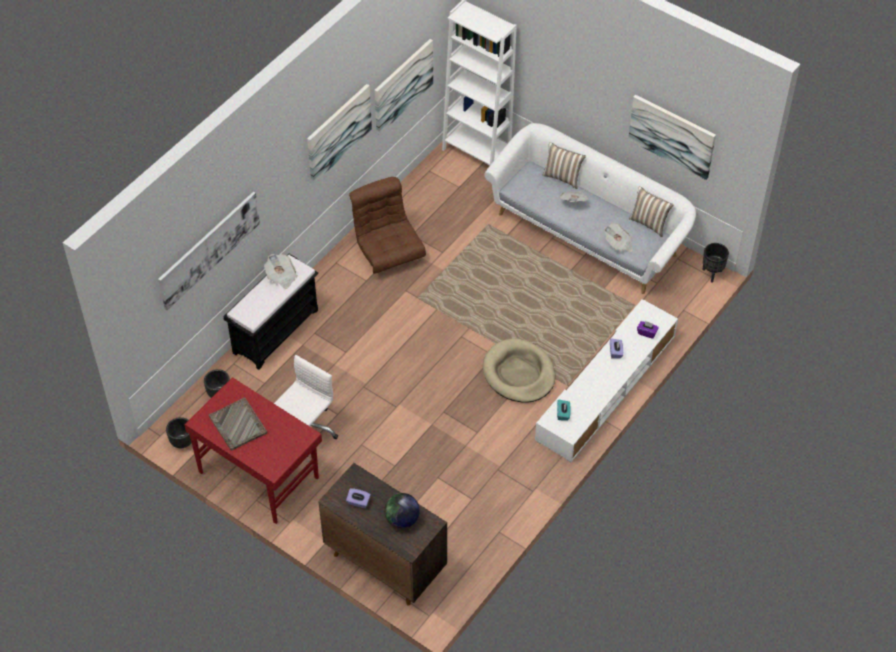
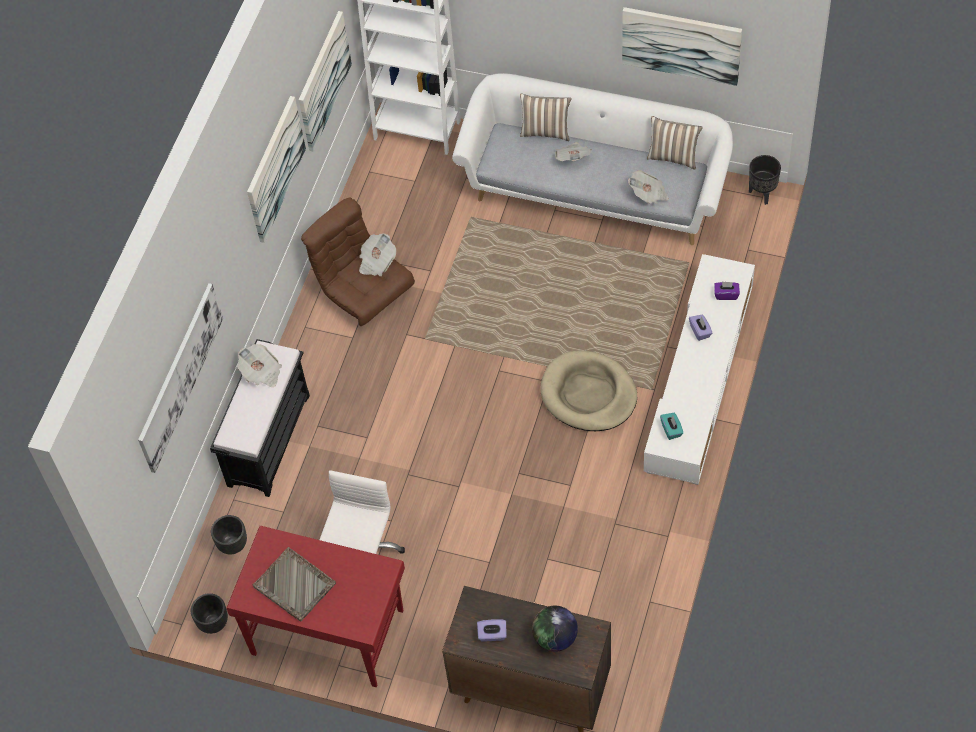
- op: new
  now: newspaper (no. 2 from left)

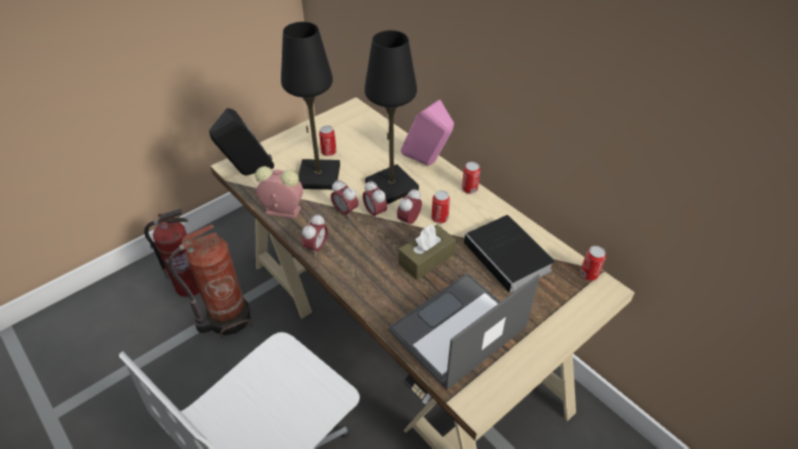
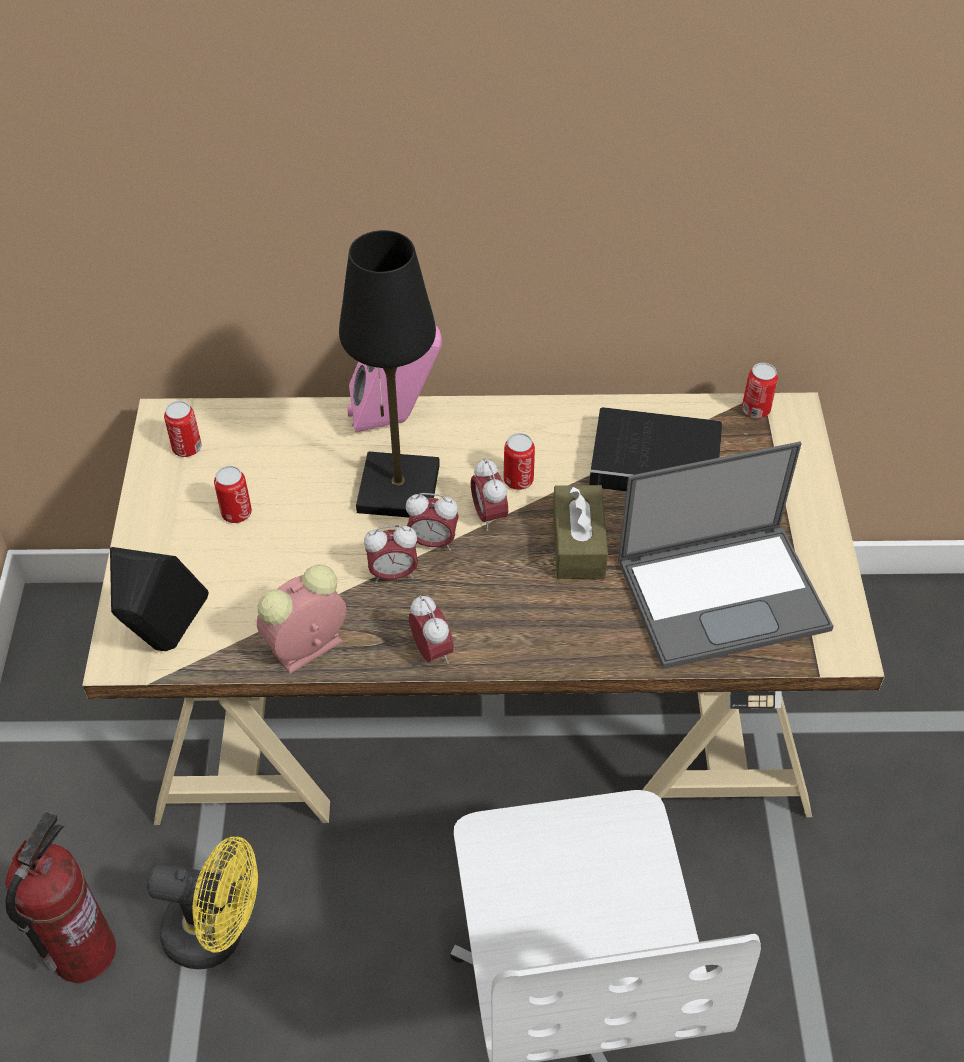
- op: gone
  was: blackish lamp for a table (no. 1 from left)
- op: shifted
  was: sealed can (no. 3 from left in the first image)
  now: sealed can (no. 1 from left)
- op: swapped
  was: extinguisher (no. 2 from left)
  now: yellowish electric fan
- op: rotated
  was: notebook computer
  clockwise: -105

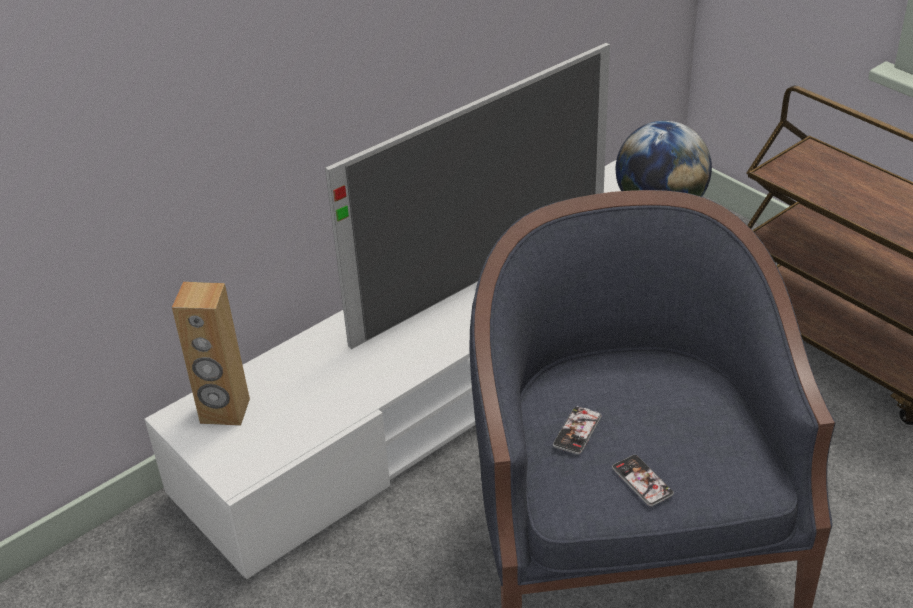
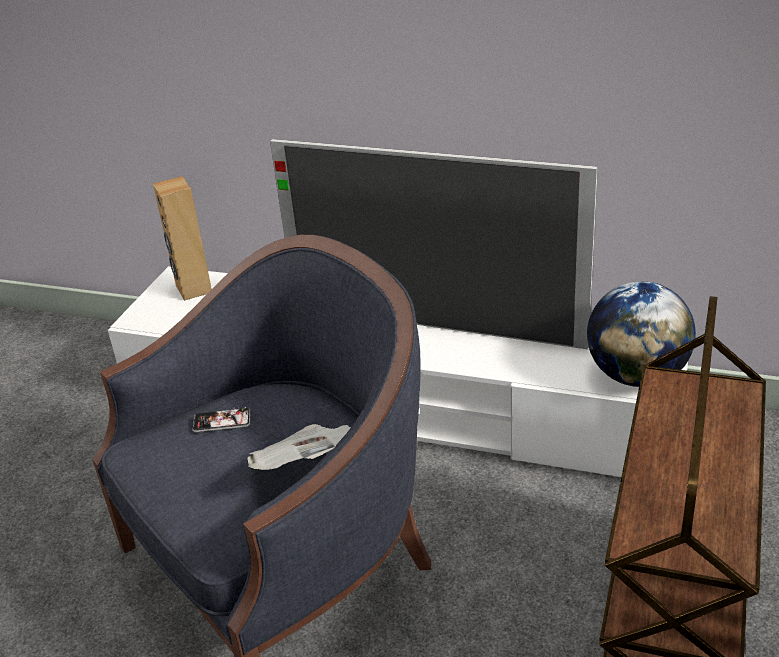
- op: gone
  was: telephone (no. 2 from left)
- op: new
  now: newspaper

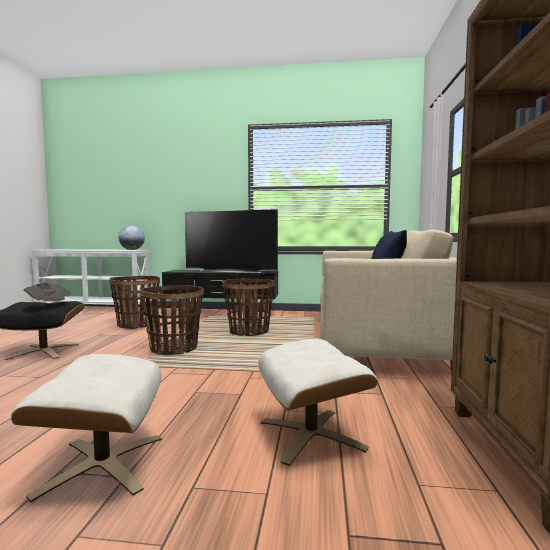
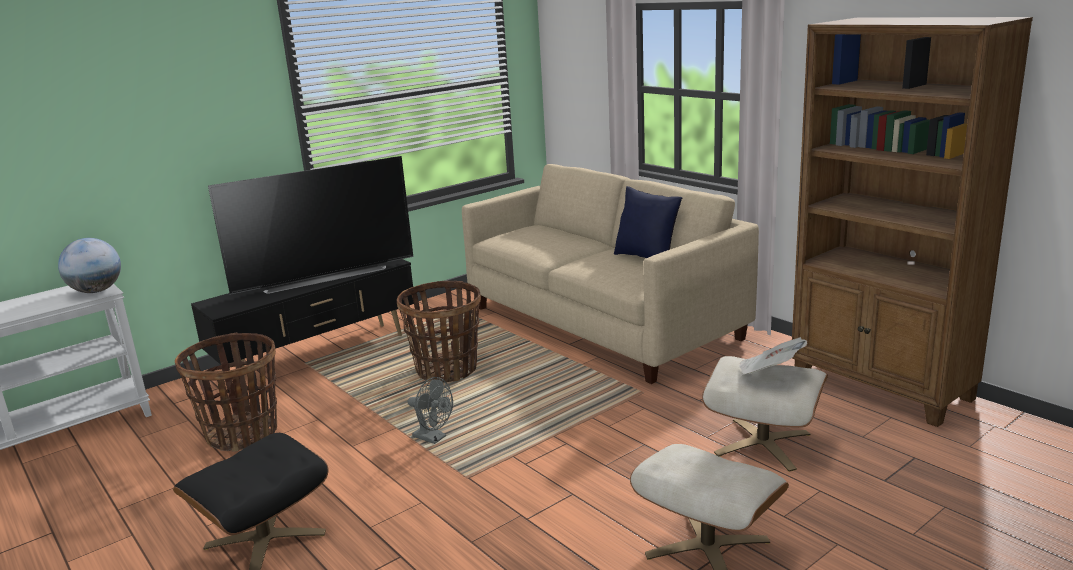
- op: shifted
  was: newspaper
- op: swapped
  was: storage basket (no. 2 from left)
  now: grey electric fan

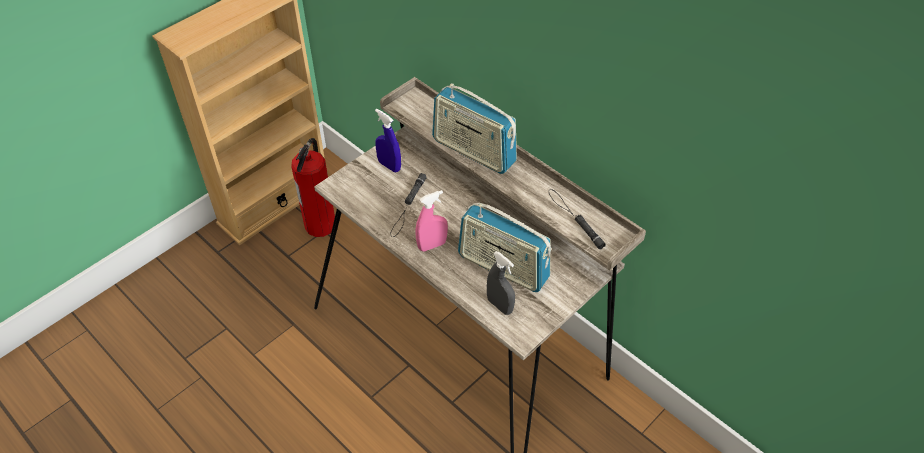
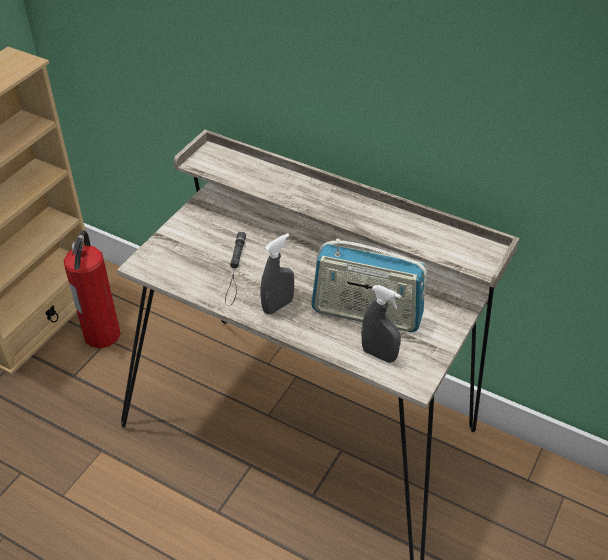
- op: gone
  was: blue-coloured spray bottle
- op: gone
  was: radio set (no. 1 from left)
- op: gone
  was: blackish flashlight (no. 2 from left)
- op: repainted
  was: pinkish spray bottle
  now: grey spray bottle (no. 1 from left)

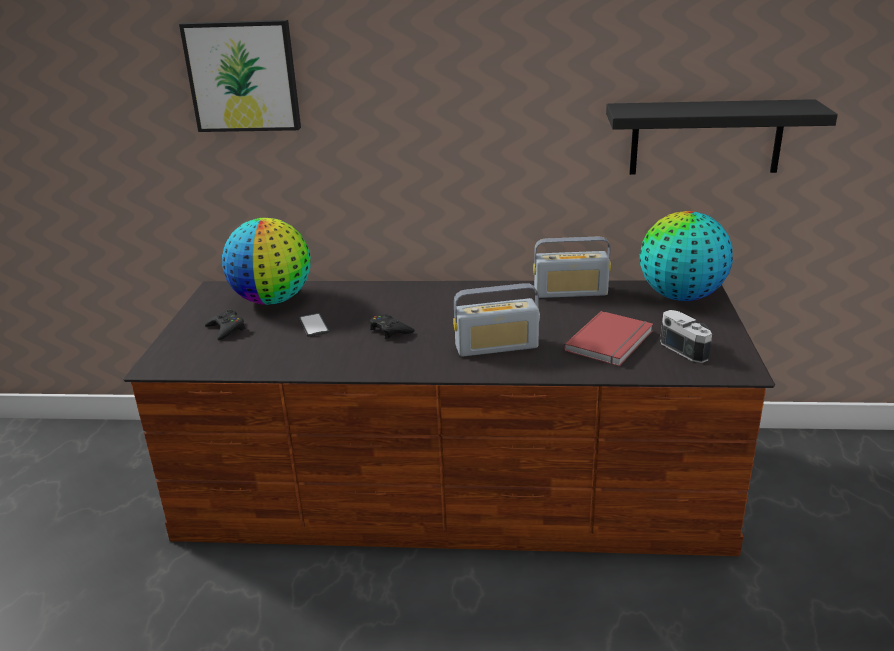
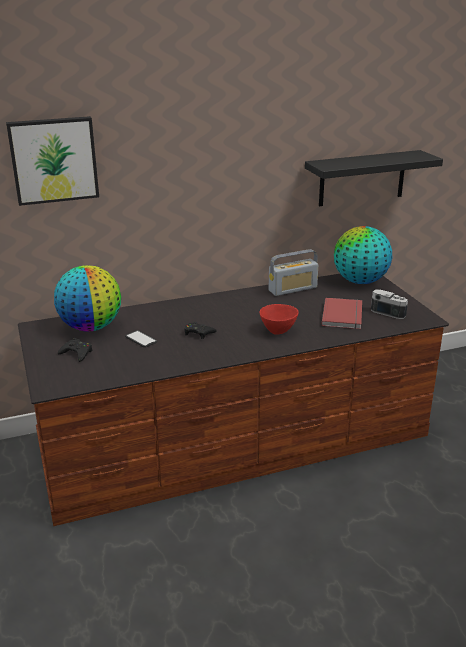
- op: swapped
  was: radio set (no. 1 from left)
  now: reddish bowl

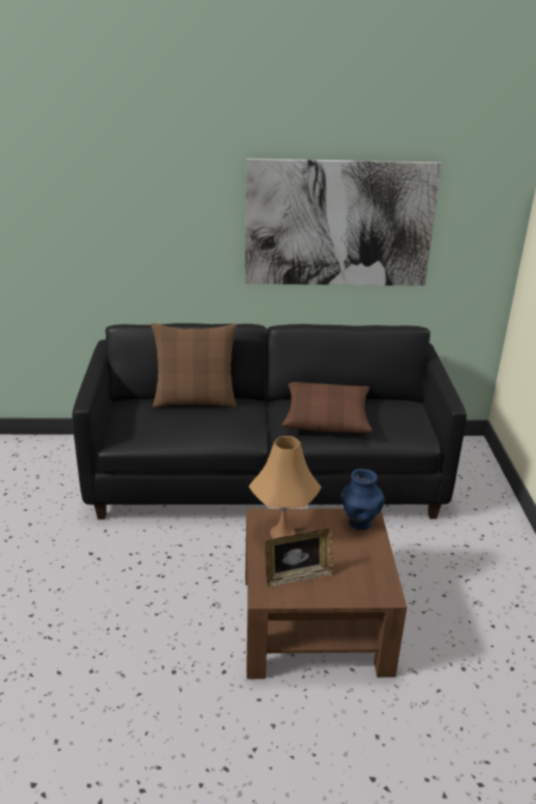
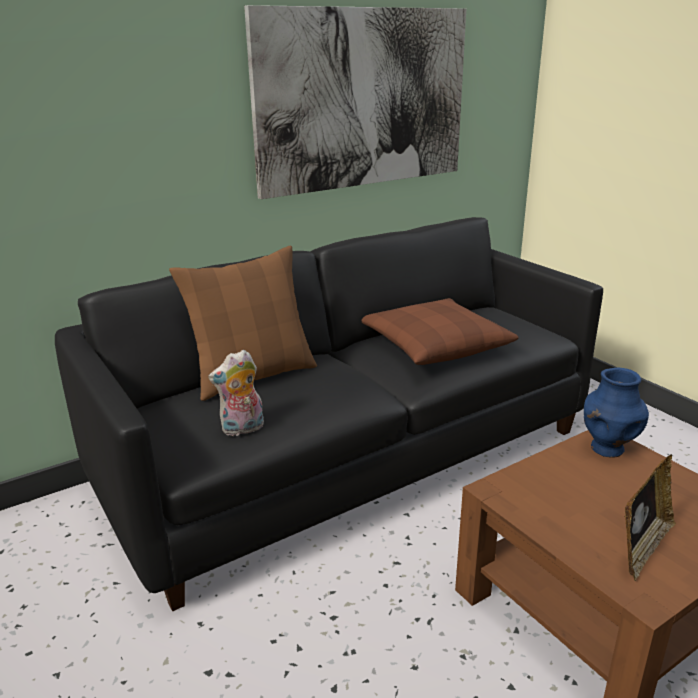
- op: gone
  was: orangey lamp for a table
- op: new
  now: plush toy

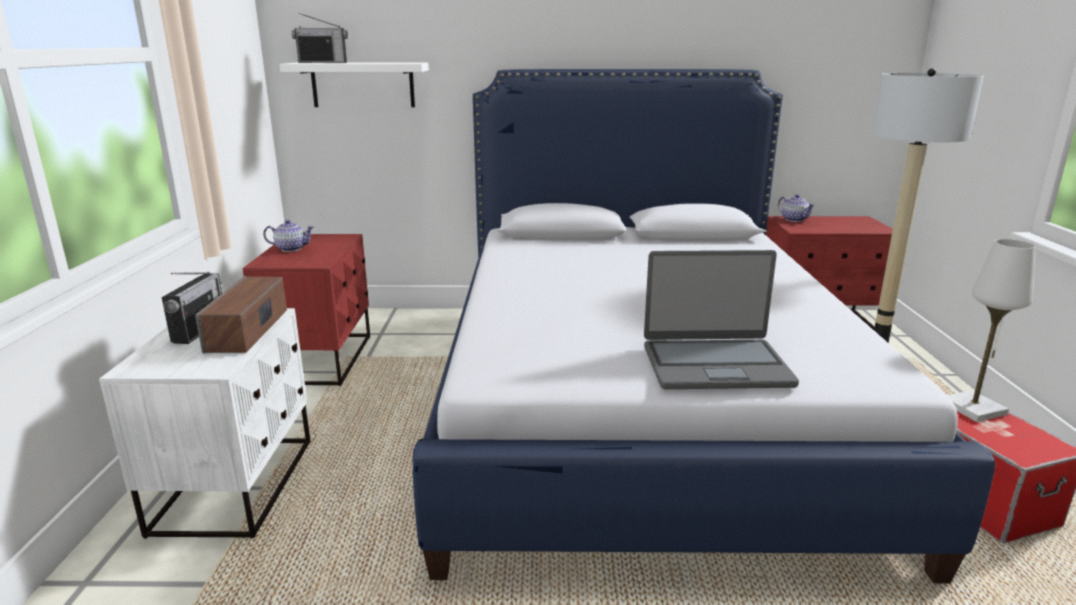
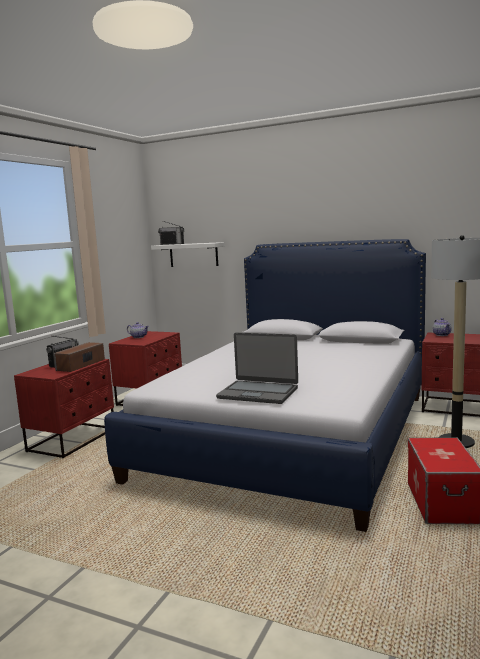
- op: gone
  was: white lamp for a table
- op: repainted
  was: white nightstand
  now: reddish nightstand (no. 1 from left)

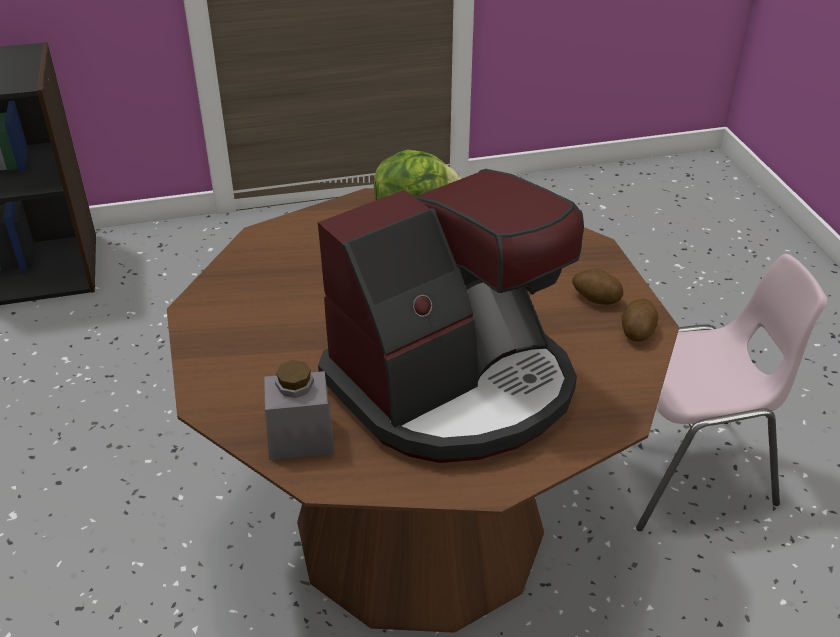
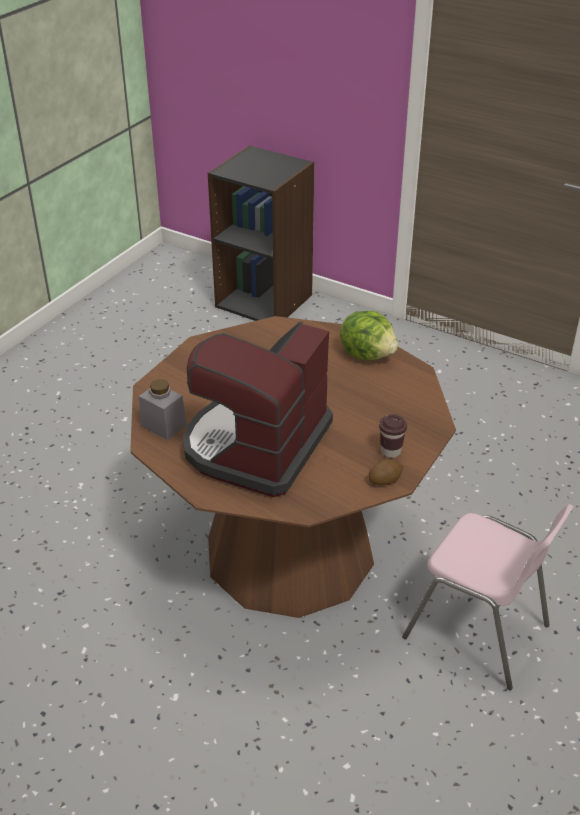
- op: swapped
  was: whole potato (no. 1 from left)
  now: brown small cup
- op: rotated
  was: coffee machine
  clockwise: 105

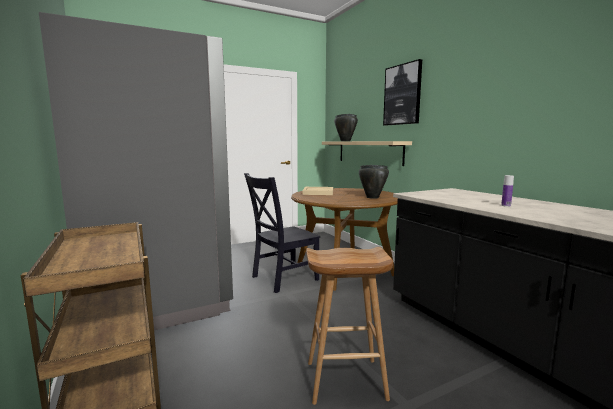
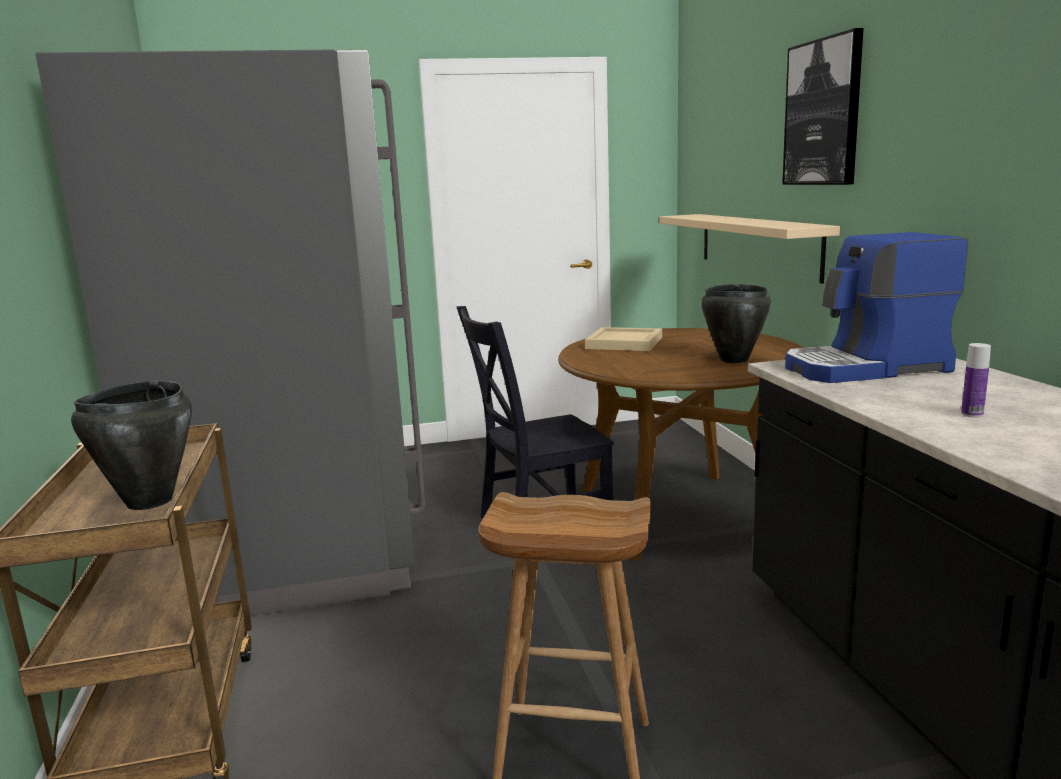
- op: new
  now: coffee machine
- op: shifted
  was: blackish saucepot (no. 1 from left)

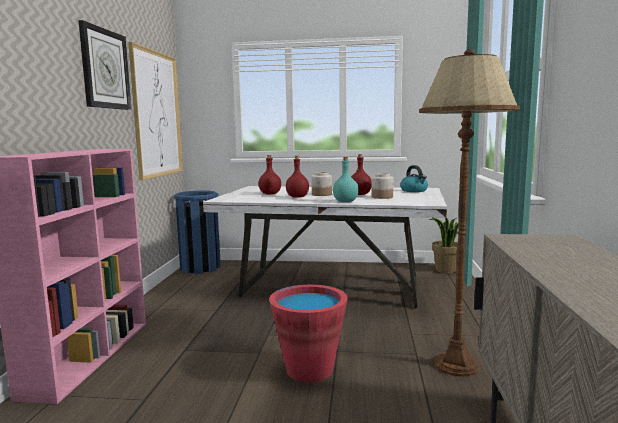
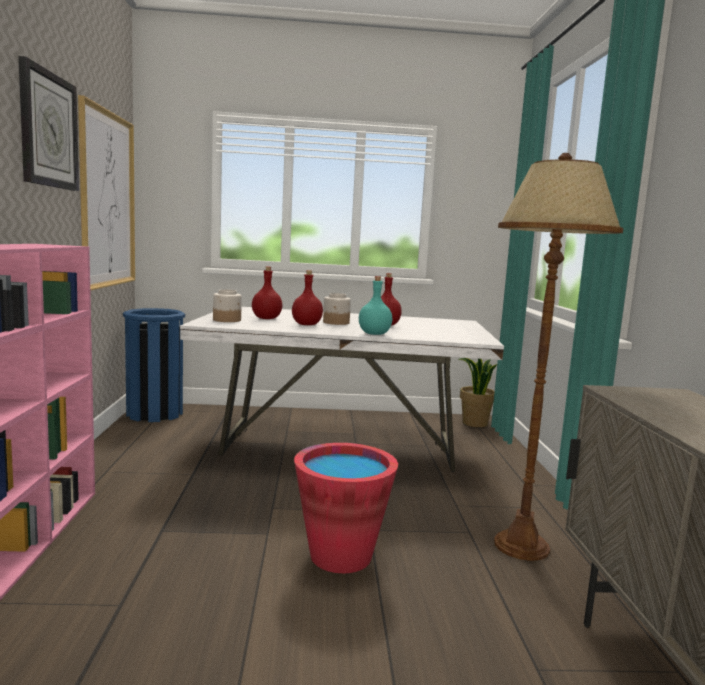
- op: gone
  was: tea kettle
- op: shifted
  was: storage jar (no. 2 from left in the first image)
  now: storage jar (no. 1 from left)

